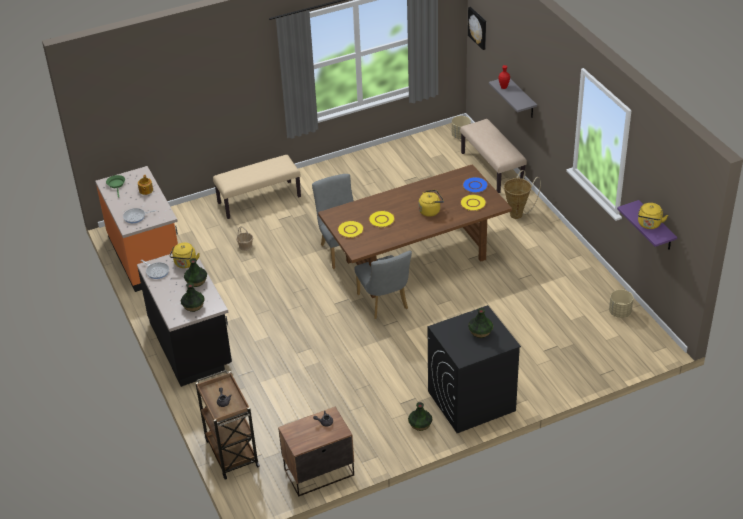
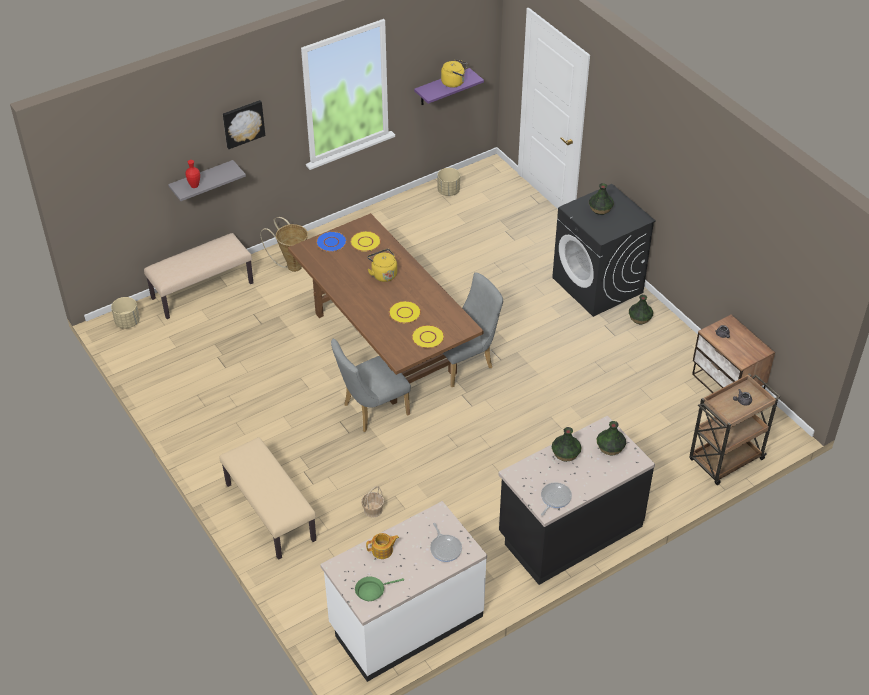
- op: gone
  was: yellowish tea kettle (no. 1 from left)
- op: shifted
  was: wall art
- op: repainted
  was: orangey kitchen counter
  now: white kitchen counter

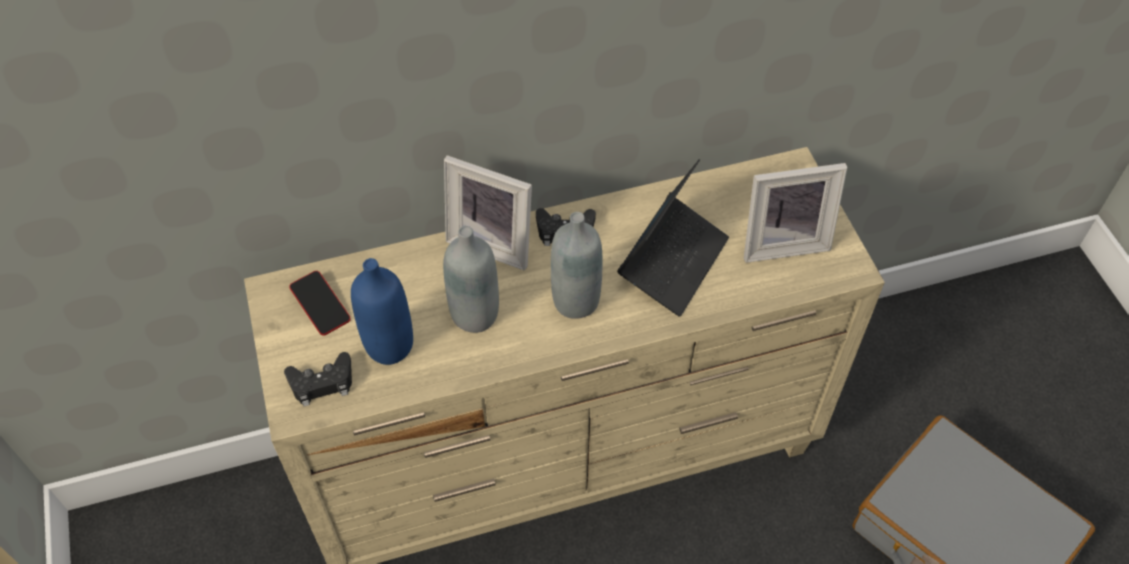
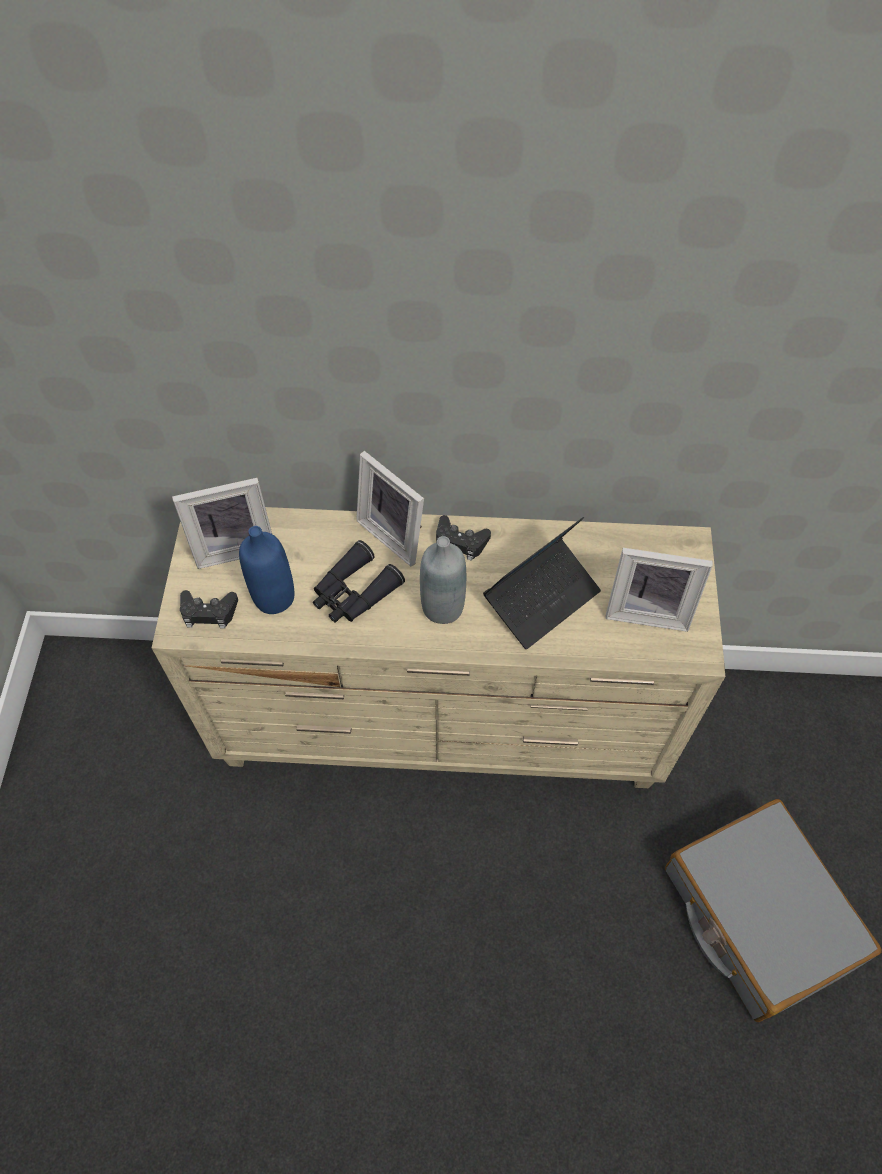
- op: swapped
  was: telephone
  now: photo frame (no. 1 from left)
- op: swapped
  was: grey drink bottle (no. 1 from left)
  now: blackish pair of binoculars

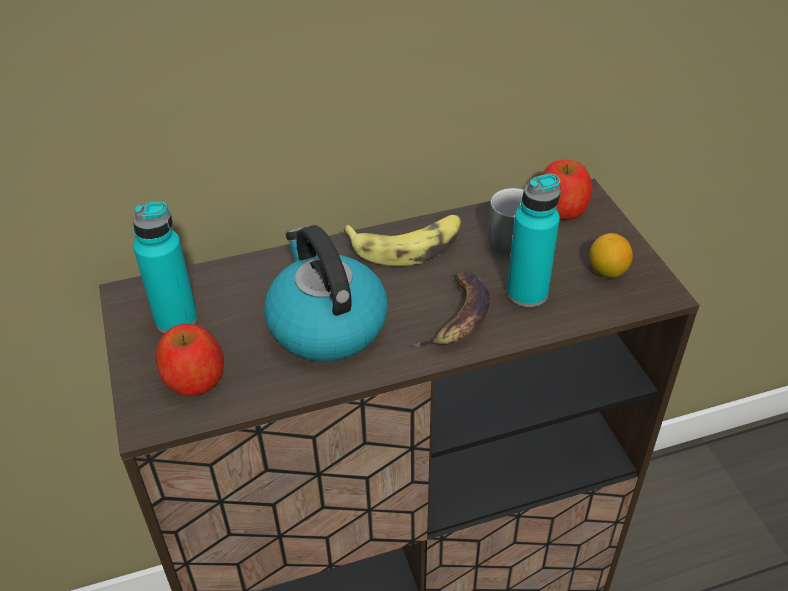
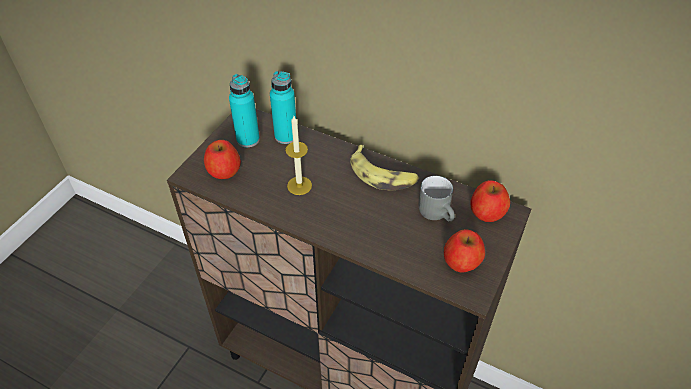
- op: gone
  was: banana fruit (no. 2 from left)
- op: shifted
  was: blue-green drink bottle (no. 2 from left)
- op: swapped
  was: tea kettle
  now: wax light
- op: swapped
  was: citrus fruit
  now: apple fruit (no. 2 from left)

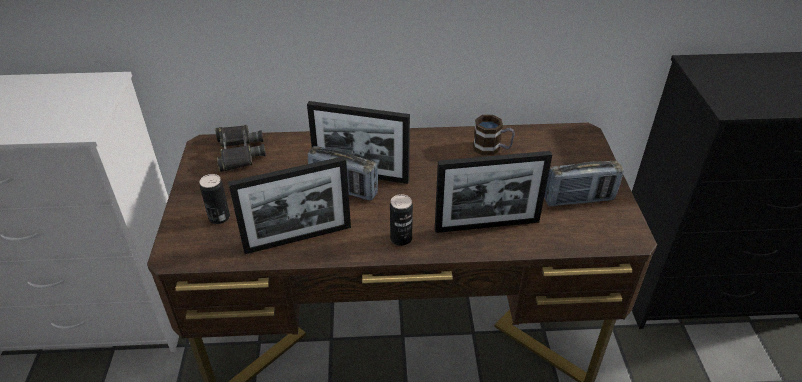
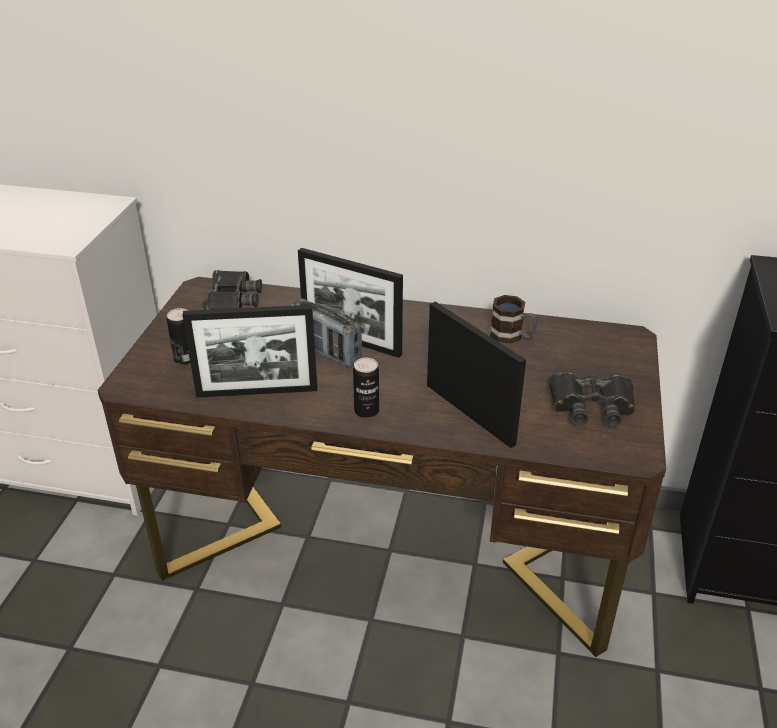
- op: swapped
  was: radio set (no. 2 from left)
  now: blackish pair of binoculars (no. 2 from left)
- op: rotated
  was: photo frame (no. 3 from left)
  clockwise: -135

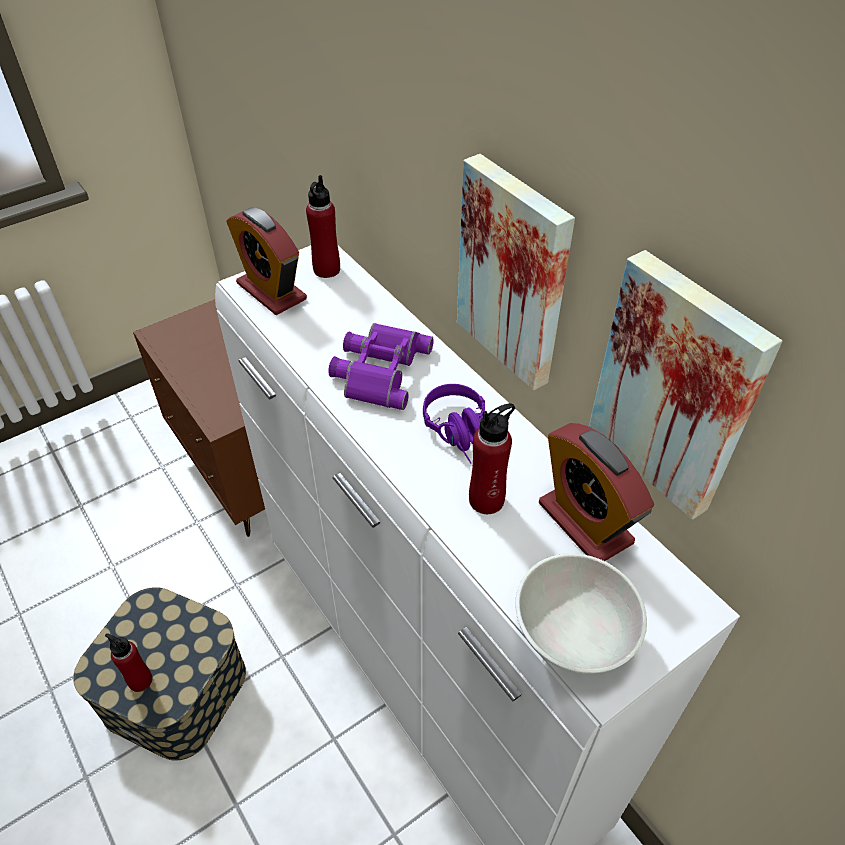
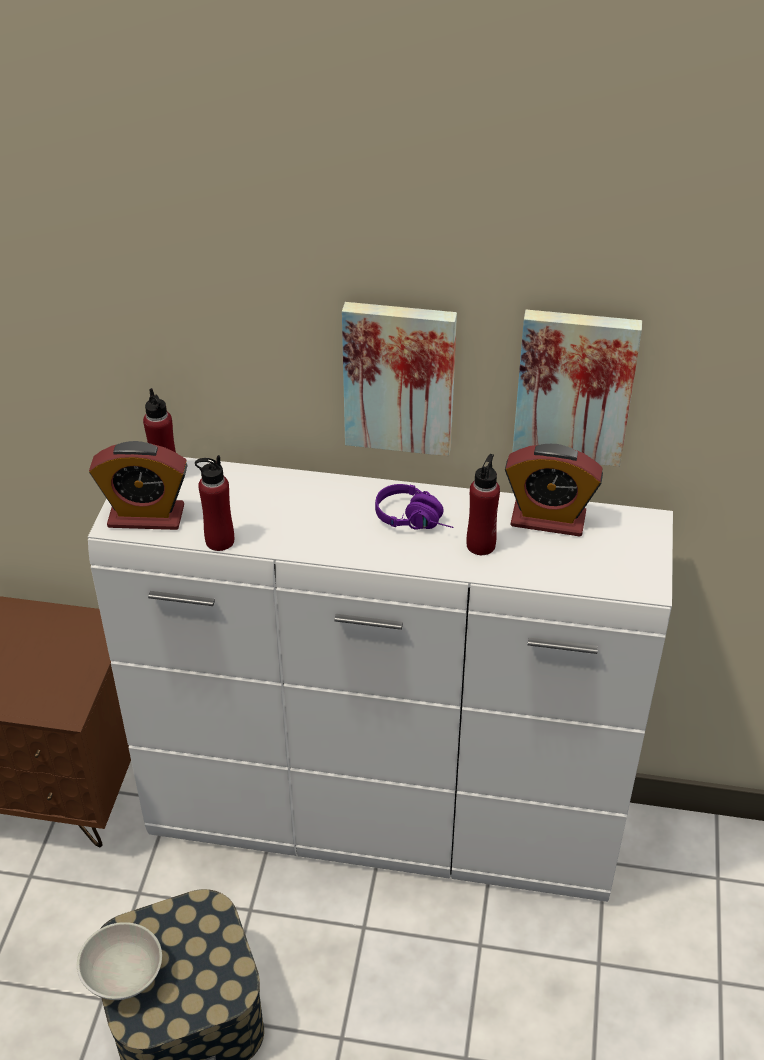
- op: gone
  was: purplish pair of binoculars
- op: shifted
  was: reddish drink bottle (no. 1 from left in the first image)
  now: reddish drink bottle (no. 2 from left)
- op: shifted
  was: white bowl

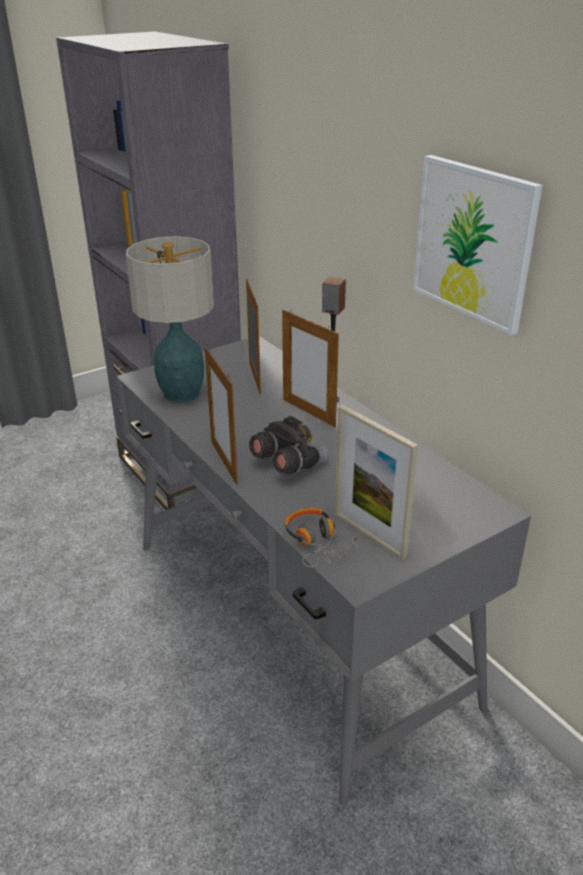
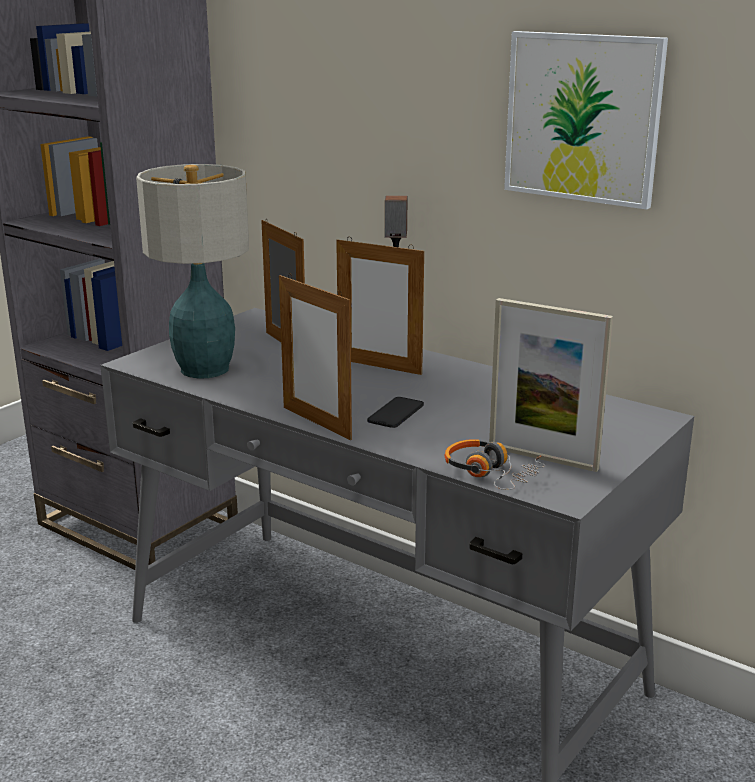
- op: swapped
  was: grey pair of binoculars
  now: telephone

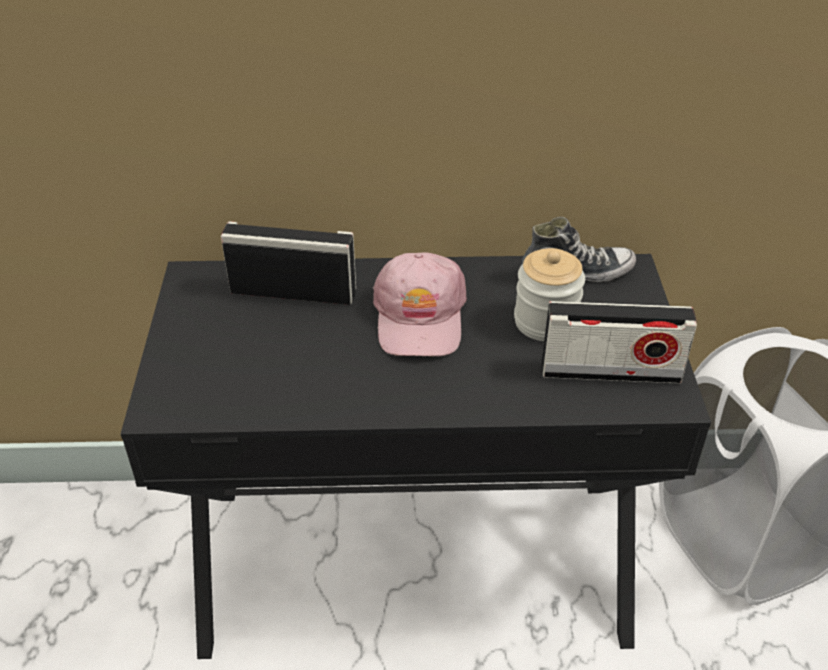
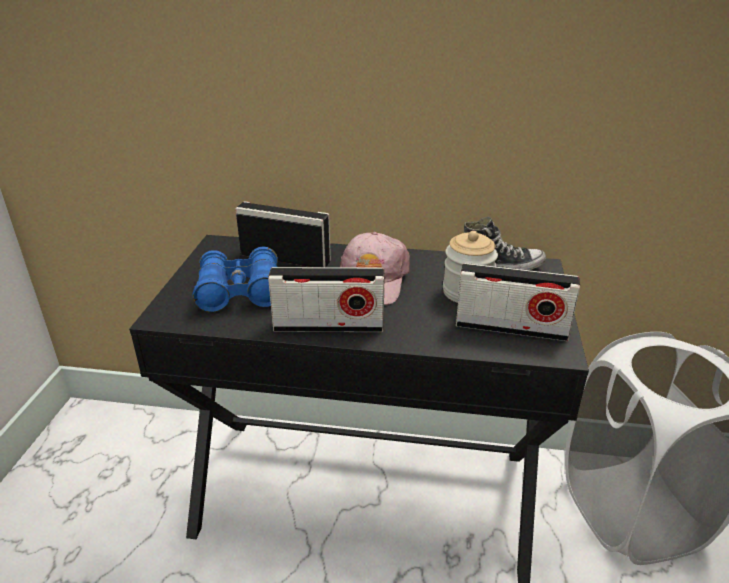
- op: new
  now: blue-coloured pair of binoculars
- op: new
  now: radio set (no. 2 from left)

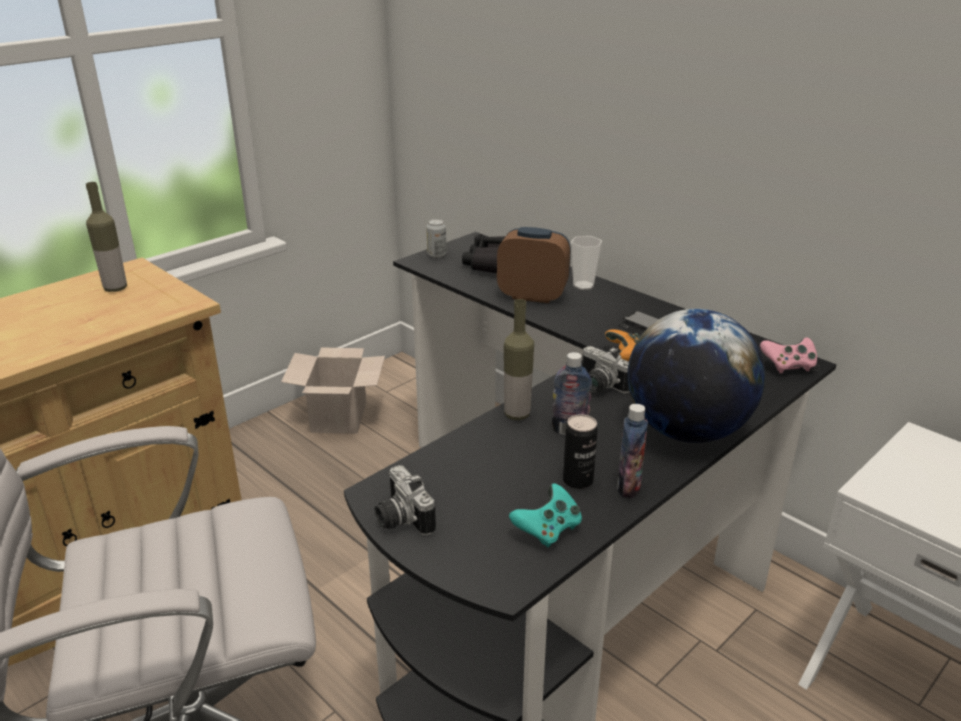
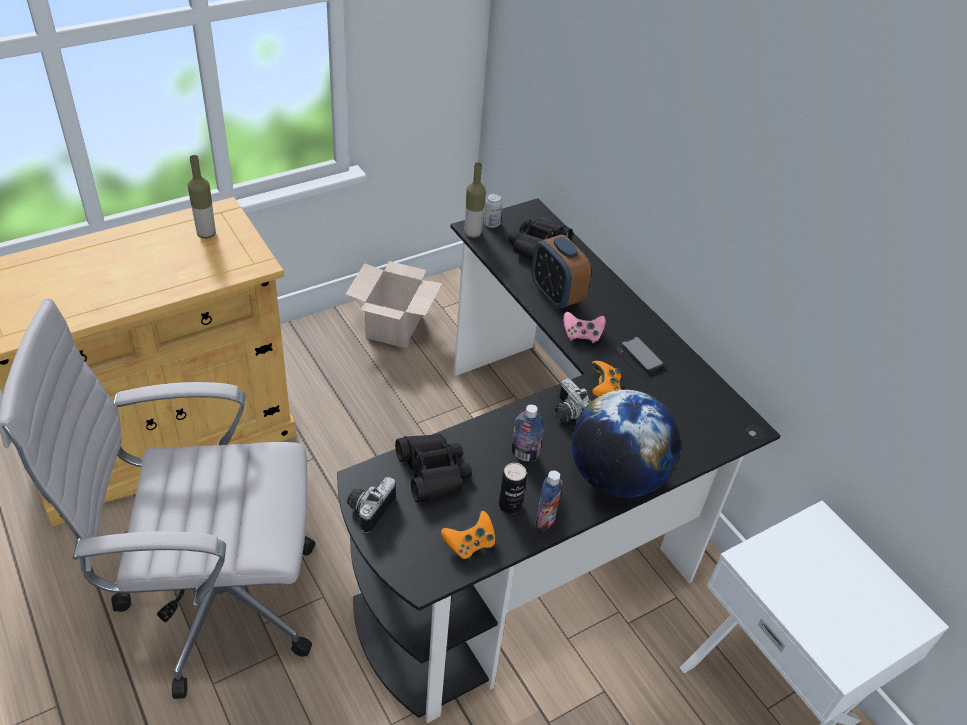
- op: gone
  was: small cup
- op: new
  now: blackish pair of binoculars (no. 1 from left)
- op: shifted
  was: drink bottle (no. 2 from left)
- op: shifted
  was: pinkish gamepad
- op: repainted
  was: blue-green gamepad
  now: orangey gamepad (no. 1 from left)
- op: rotated
  was: photo camera (no. 1 from left)
  clockwise: 45
- op: rotated
  was: bedside clock
  clockwise: -150

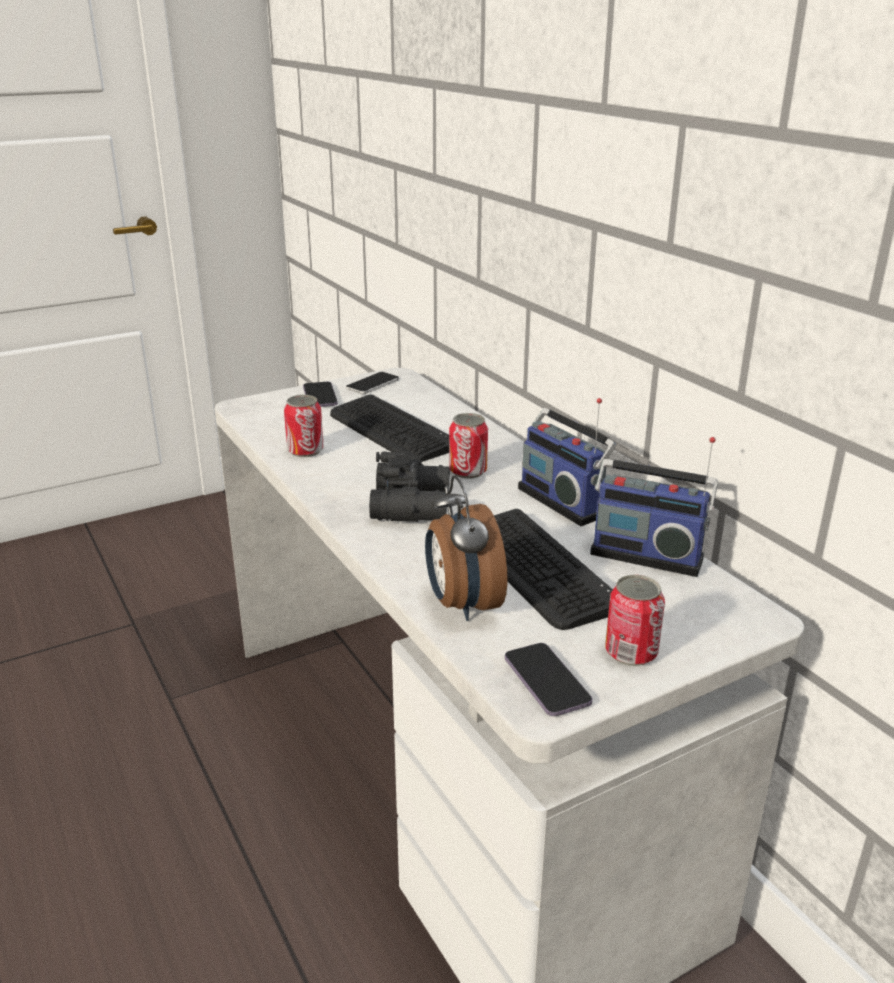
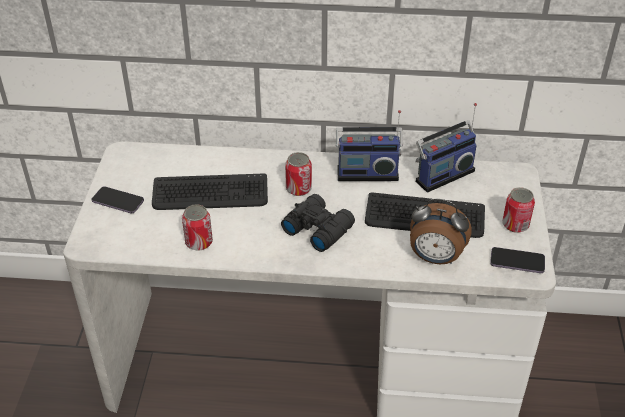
- op: gone
  was: telephone (no. 2 from left)

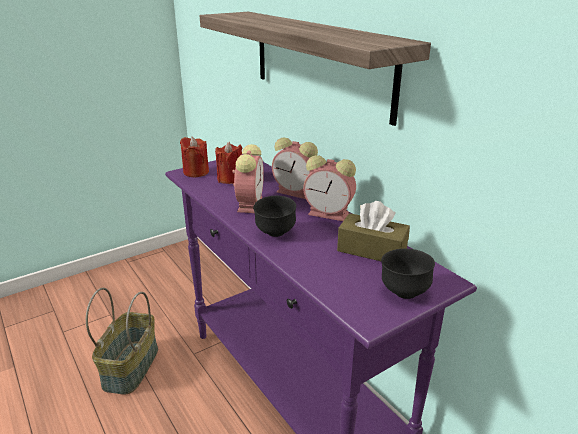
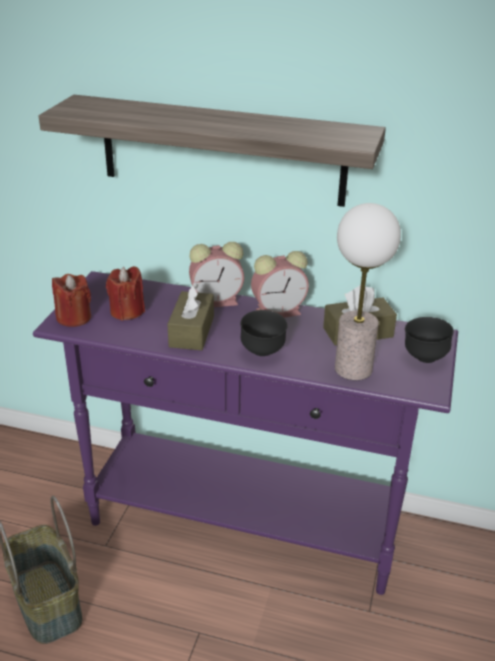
- op: new
  now: lamp for a table
- op: swapped
  was: bedside clock (no. 1 from left)
  now: brown box of tissues (no. 1 from left)

